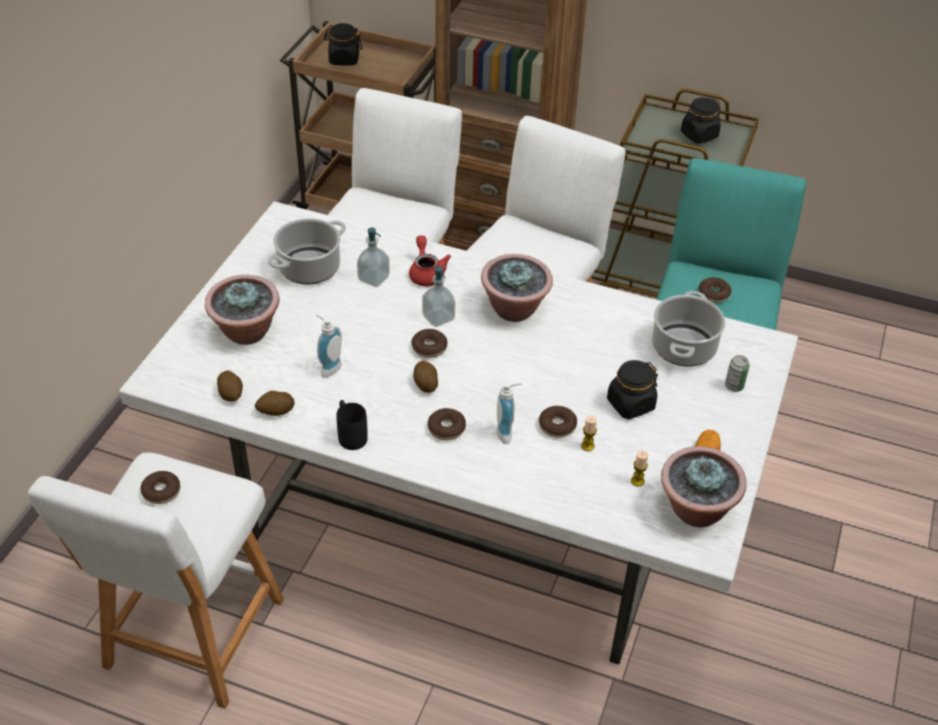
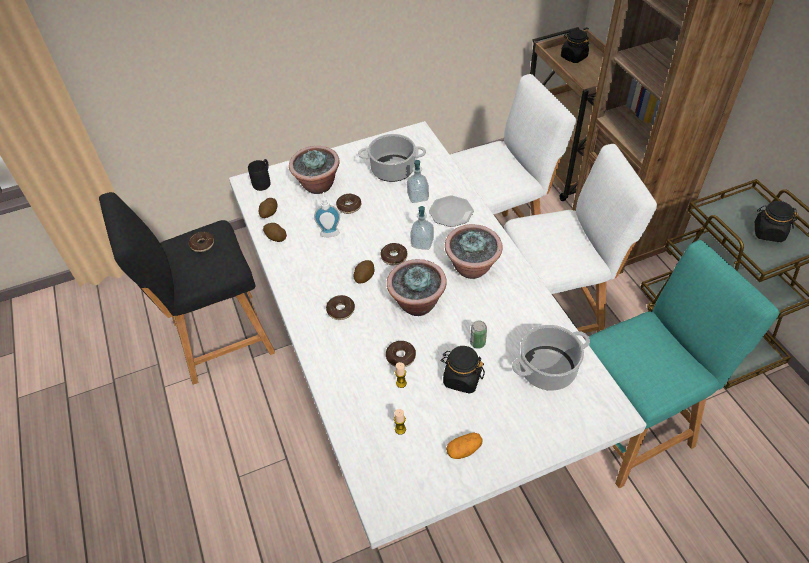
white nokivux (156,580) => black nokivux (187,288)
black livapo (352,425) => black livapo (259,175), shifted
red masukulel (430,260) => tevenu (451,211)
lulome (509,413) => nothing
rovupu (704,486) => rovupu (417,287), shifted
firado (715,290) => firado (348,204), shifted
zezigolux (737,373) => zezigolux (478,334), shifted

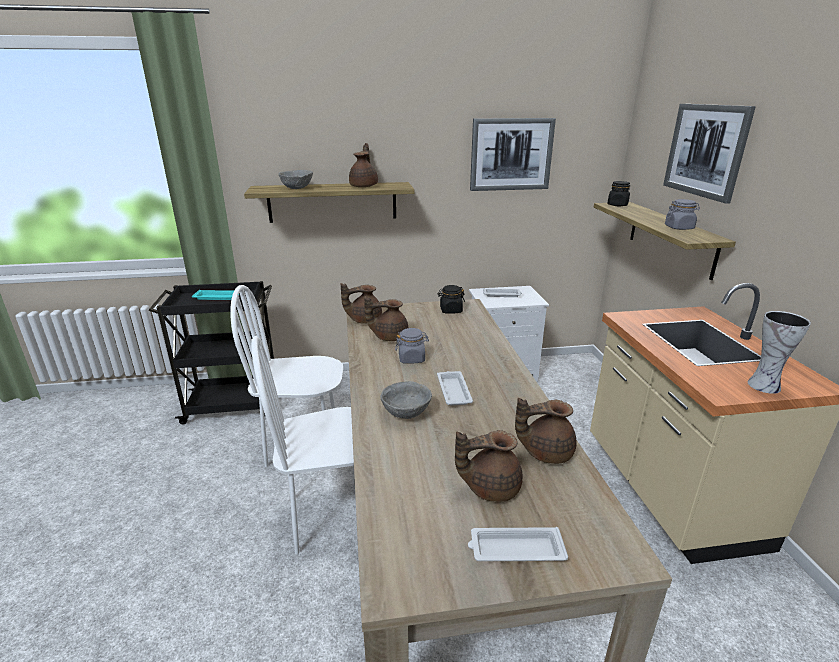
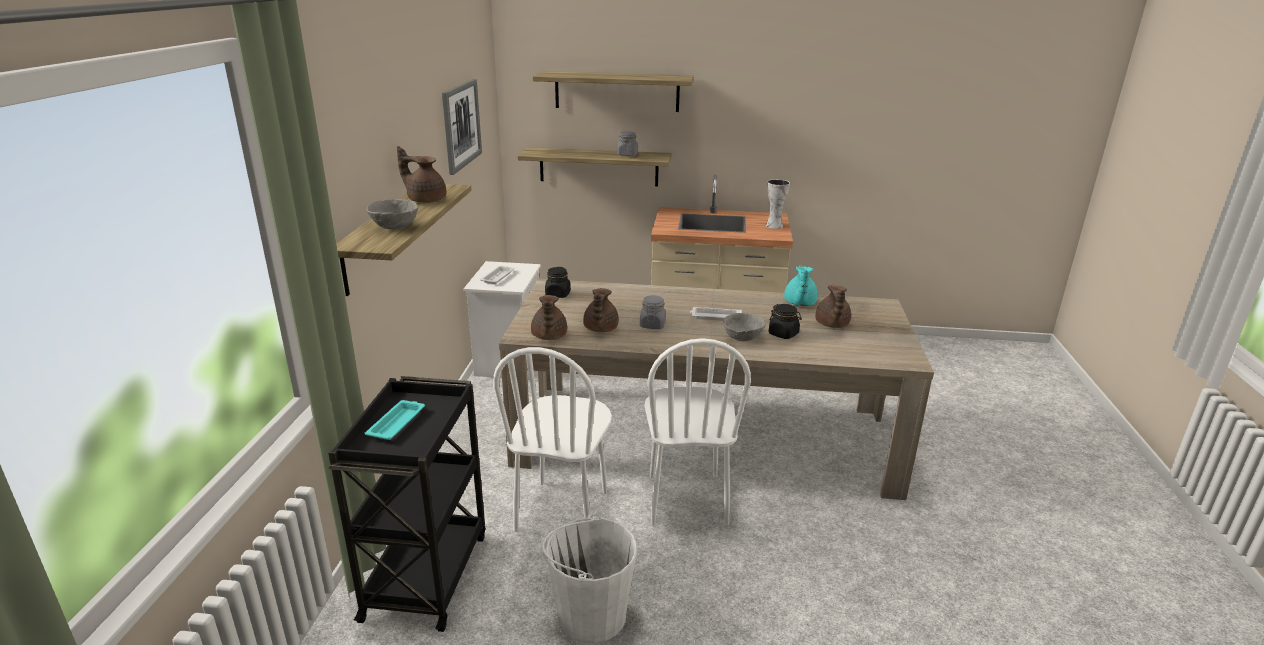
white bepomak (518,544) => nothing
brown masukulel (546,431) => turquoise masukulel (801,286)
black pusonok (618,193) => black pusonok (785,321), shifted
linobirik (709,154) => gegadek (613,91)
nothing => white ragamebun (589,579)

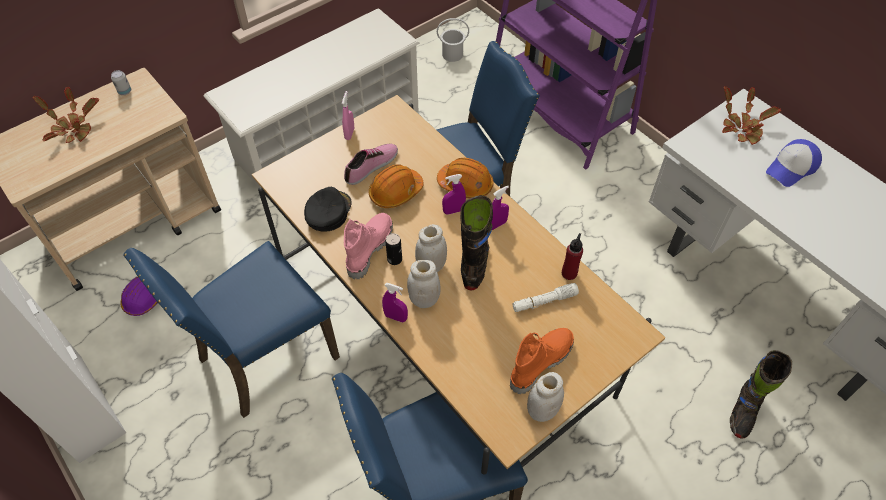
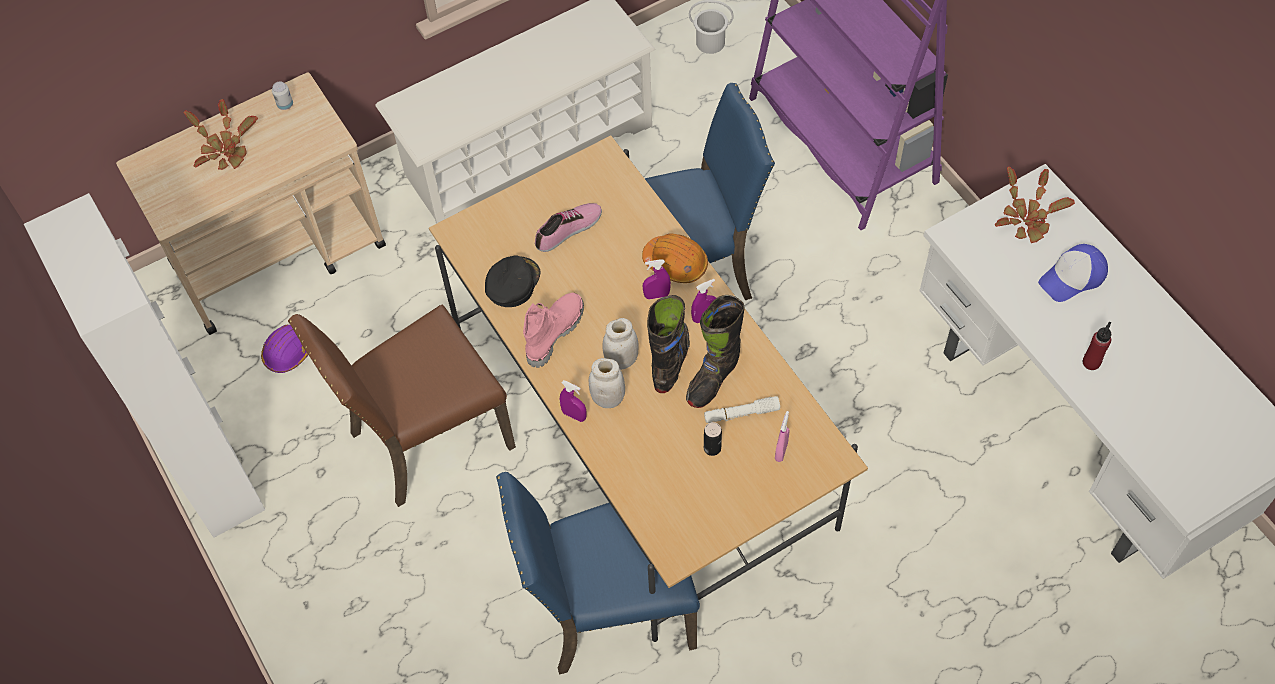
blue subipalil (231,329) => brown subipalil (402,406)
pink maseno (348,115) => pink maseno (782,436), shifted
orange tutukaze (396,186) => nothing
zezigolux (393,249) => zezigolux (713,439), shifted
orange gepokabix (542,361) => nothing
white pusonok (545,397) => nothing
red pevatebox (572,256) => red pevatebox (1097,346), shifted
black gepokabix (761,394) => black gepokabix (715,351), shifted

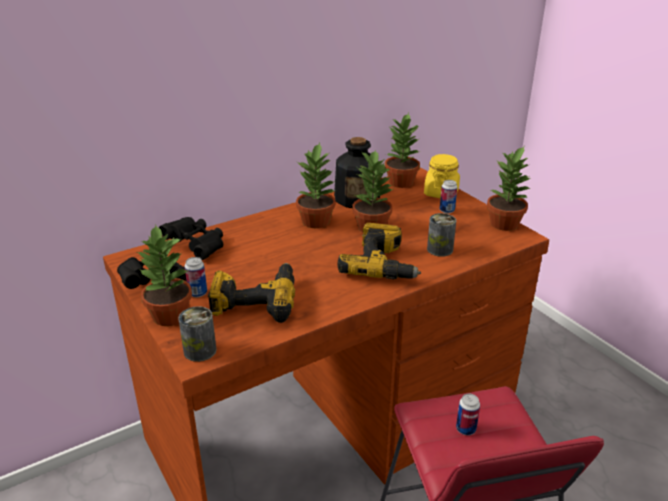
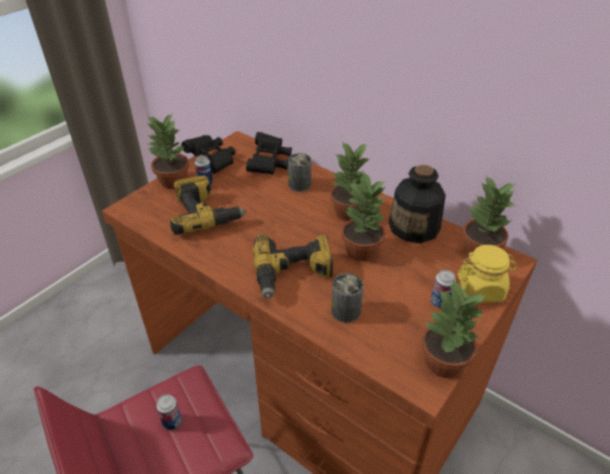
zezigolux (198,334) => zezigolux (299,172), shifted

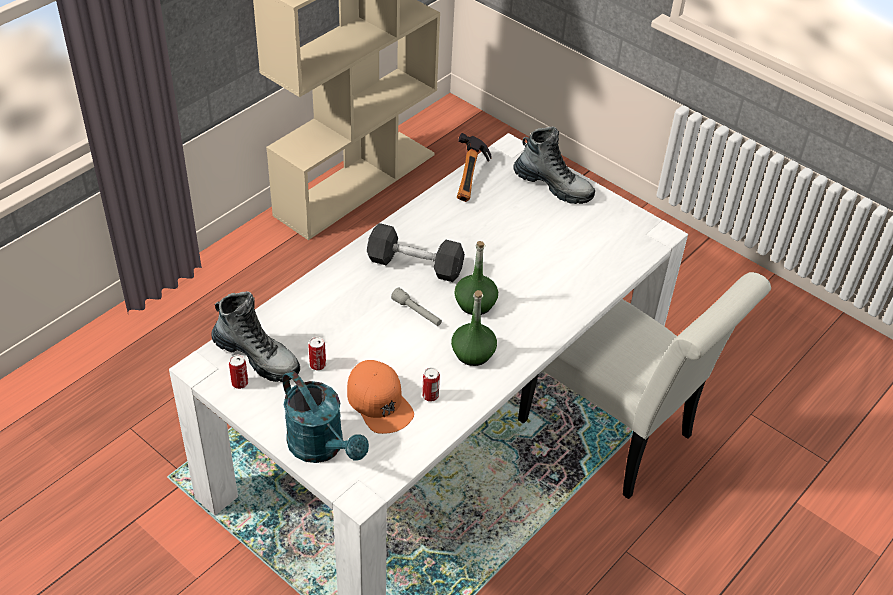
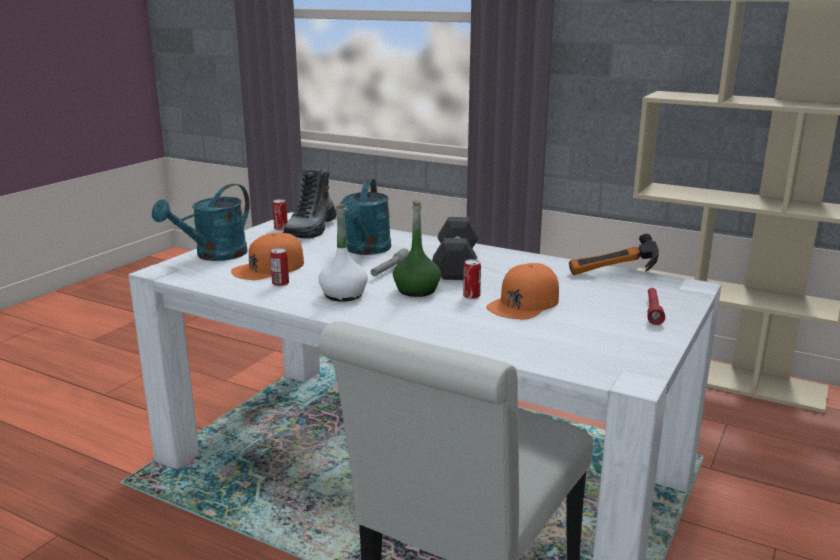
zezigolux (317,354) => zezigolux (472,279), shifted
green pevatebox (474,328) => white pevatebox (343,253)
gepokabix (554,165) => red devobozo (656,306)
nothing => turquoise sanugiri (365,217)
nothing => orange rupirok (522,291)

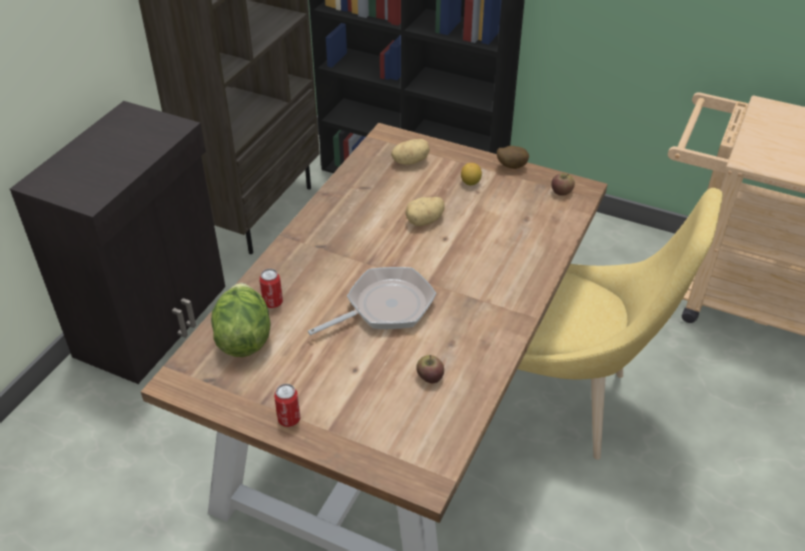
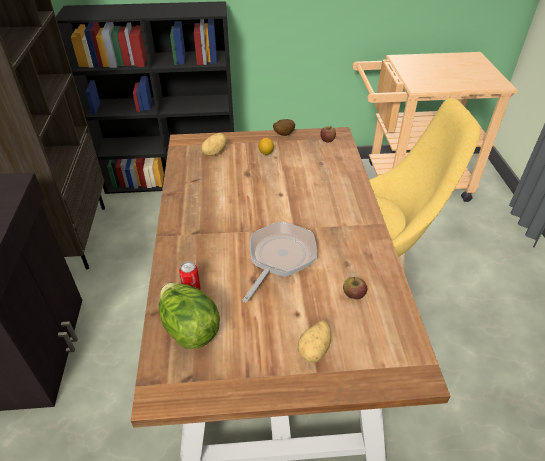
zezigolux (287,405) => nothing
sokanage (425,211) => sokanage (314,341), shifted

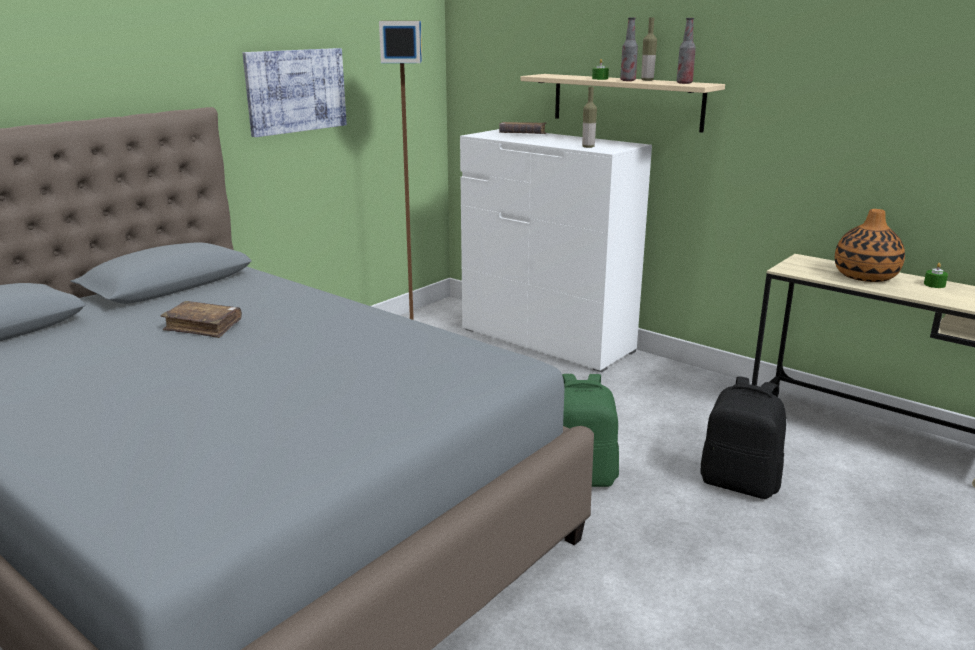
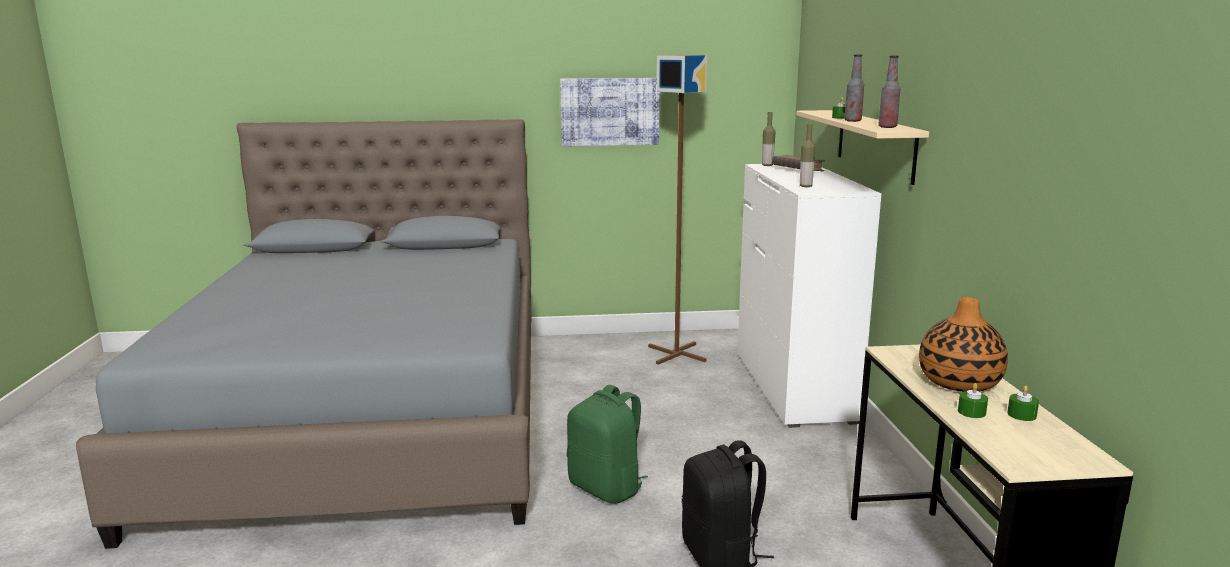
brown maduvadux (201,319) => nothing
pevatebox (649,49) => pevatebox (769,139), shifted
nothing => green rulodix (973,400)

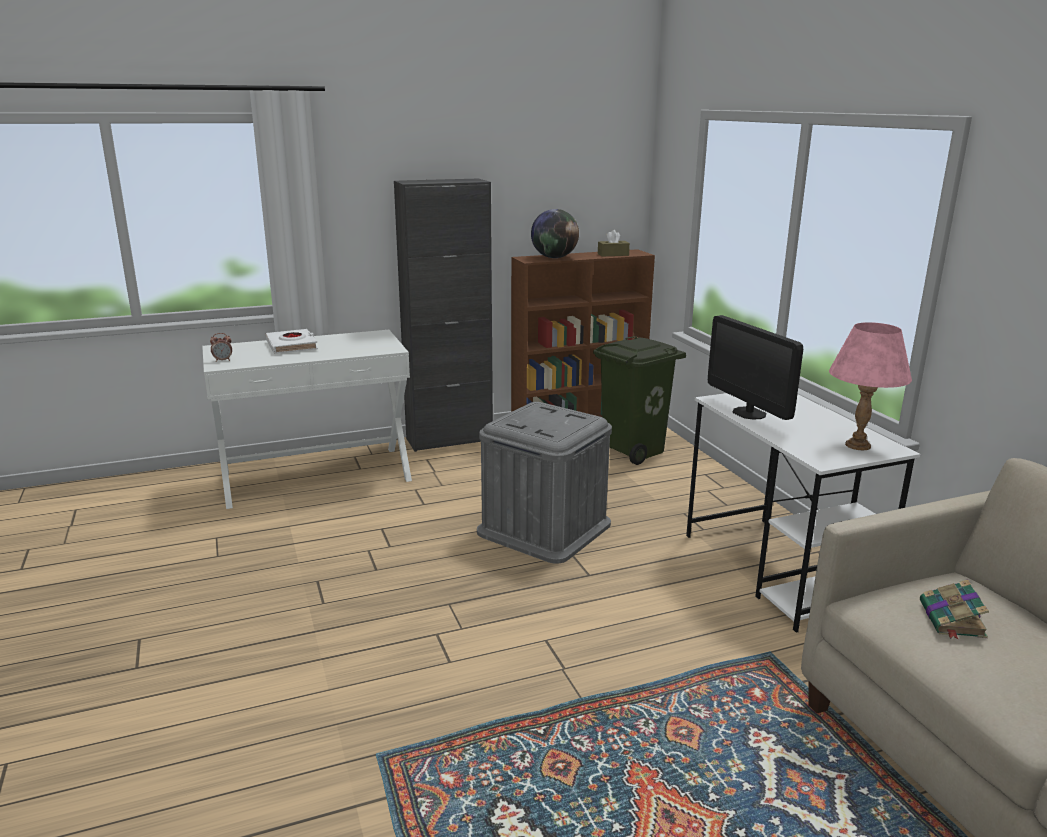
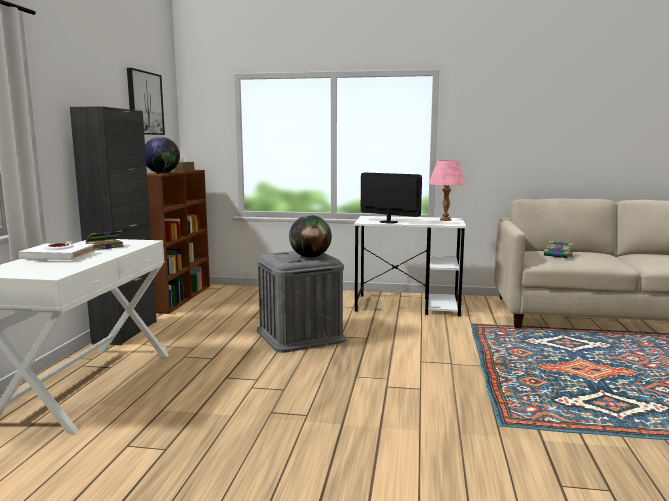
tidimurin (221,347) => nothing
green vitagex (639,400) => nothing
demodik (755,367) => demodik (391,198), 150 degrees counterclockwise
nothing => maduvadux (105,240)
nothing => linobirik (146,101)
nothing => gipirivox (310,236)

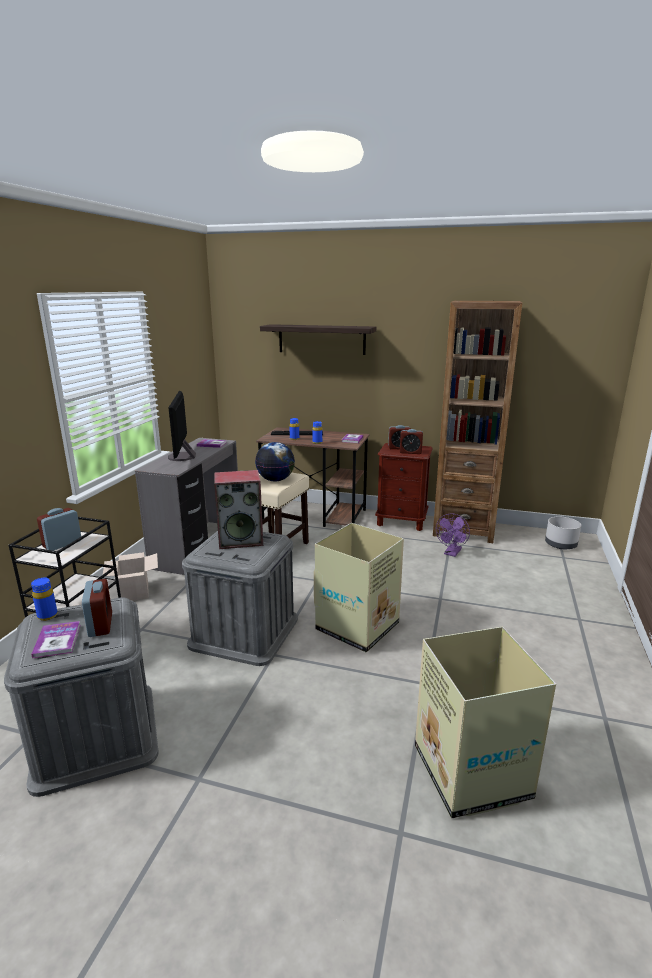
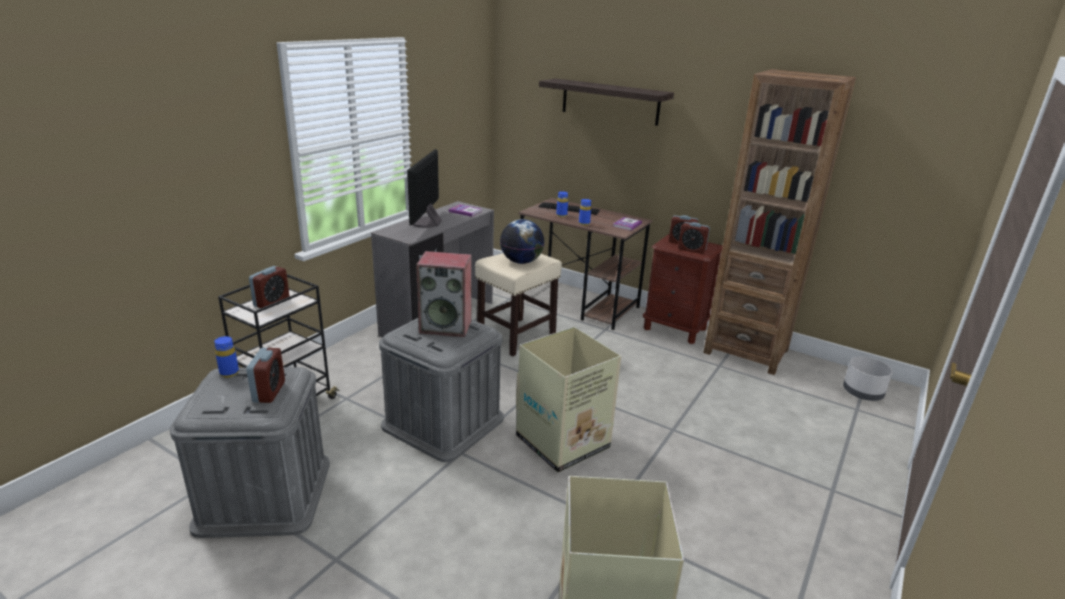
maduvadux (55,639) => nothing
tidimurin (59,529) => tidimurin (269,287), 150 degrees clockwise
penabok (130,576) => nothing
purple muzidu (453,535) => nothing

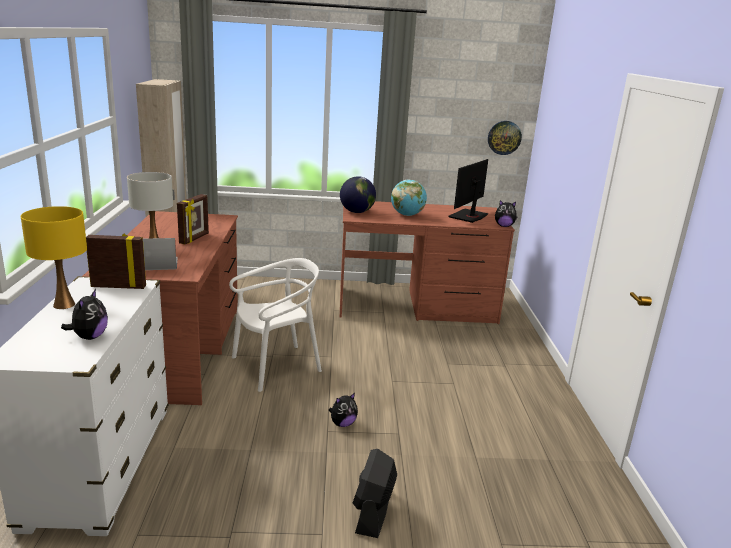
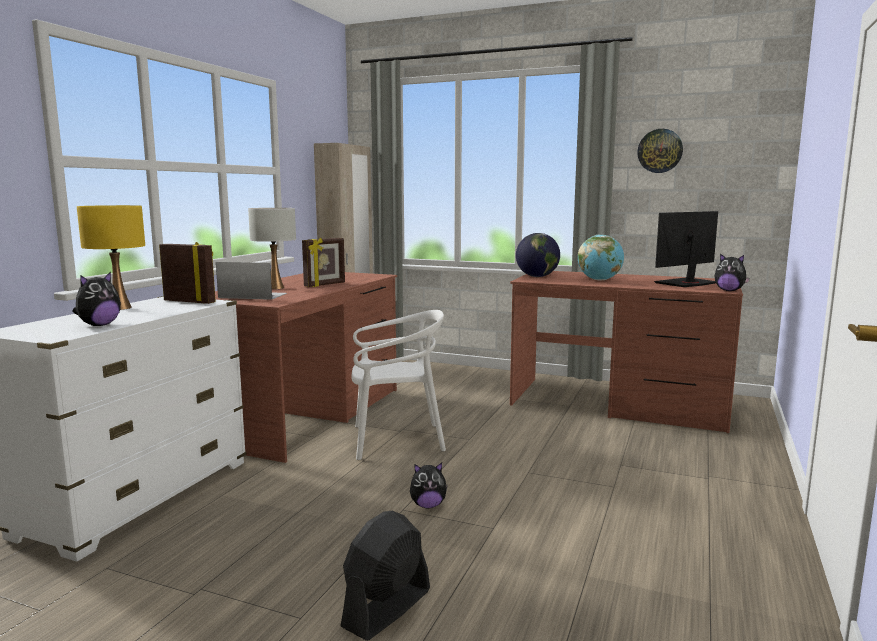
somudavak (505,138) => somudavak (660,151), shifted

